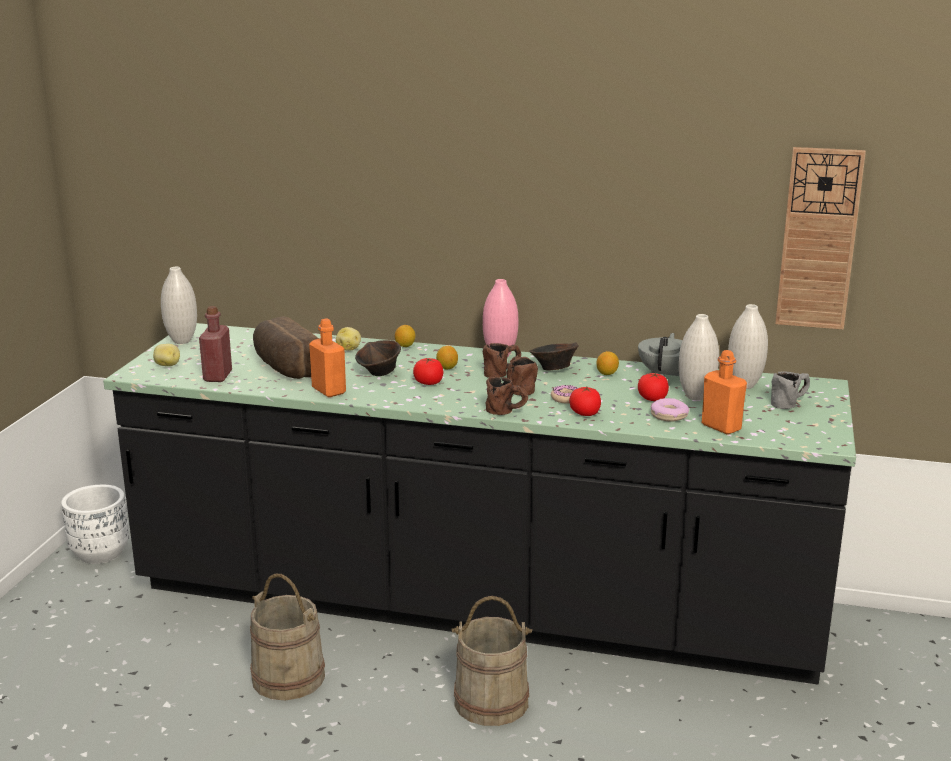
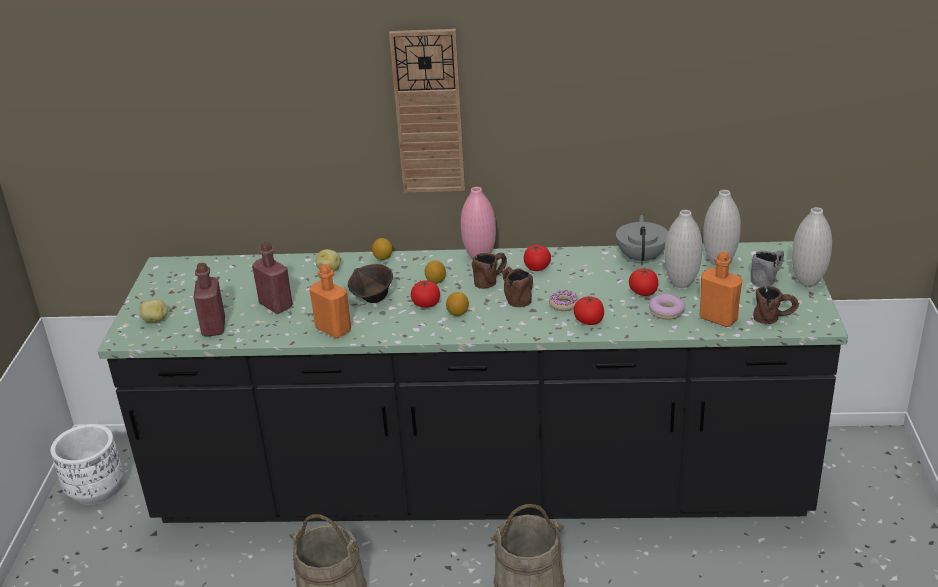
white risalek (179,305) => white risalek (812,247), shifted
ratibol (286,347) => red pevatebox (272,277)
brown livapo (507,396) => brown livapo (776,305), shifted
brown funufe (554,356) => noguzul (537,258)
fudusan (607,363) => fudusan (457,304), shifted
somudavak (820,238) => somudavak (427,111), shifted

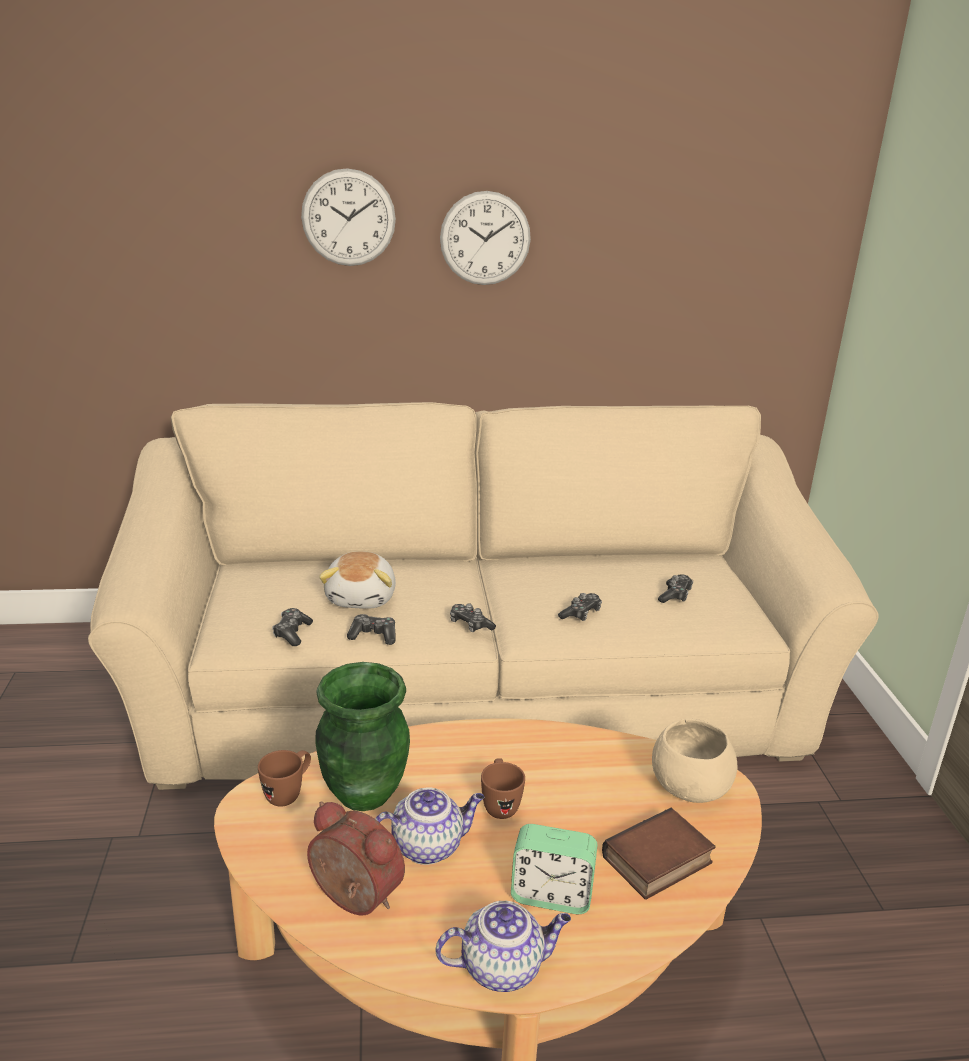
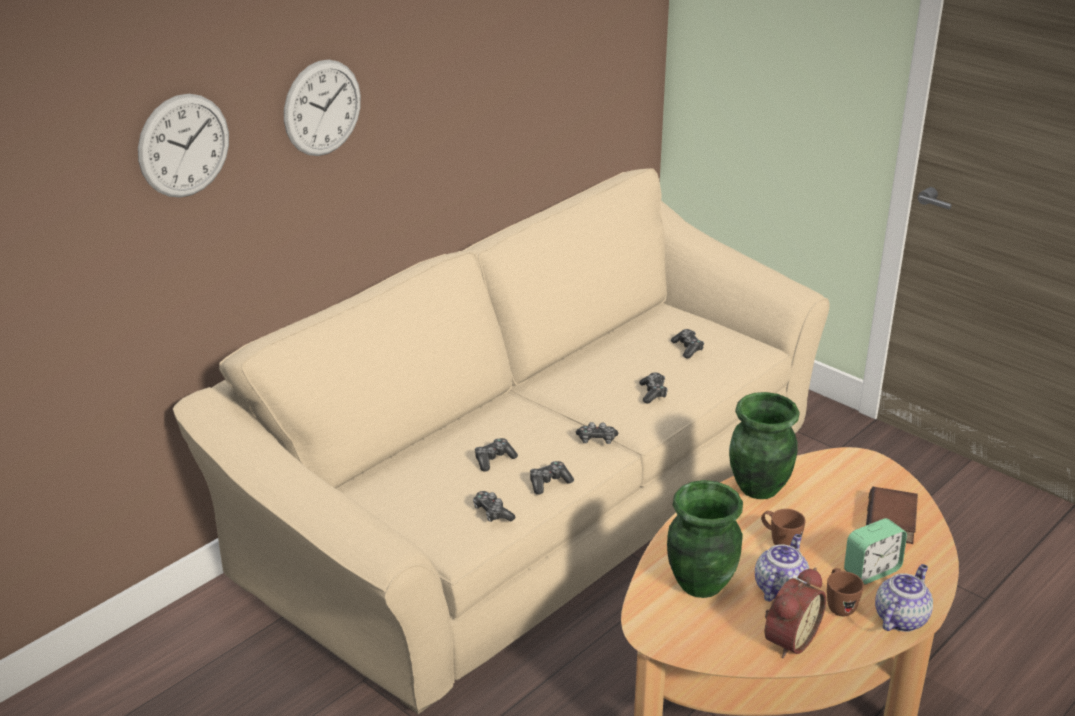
brown livapo (284,778) => brown livapo (845,592), shifted
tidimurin (356,858) => tidimurin (795,613), 135 degrees clockwise
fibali (357,580) => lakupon (496,455)
somudavak (485,238) => somudavak (183,146), shifted
beige funufe (694,760) => nothing
nothing => green risalek (764,445)

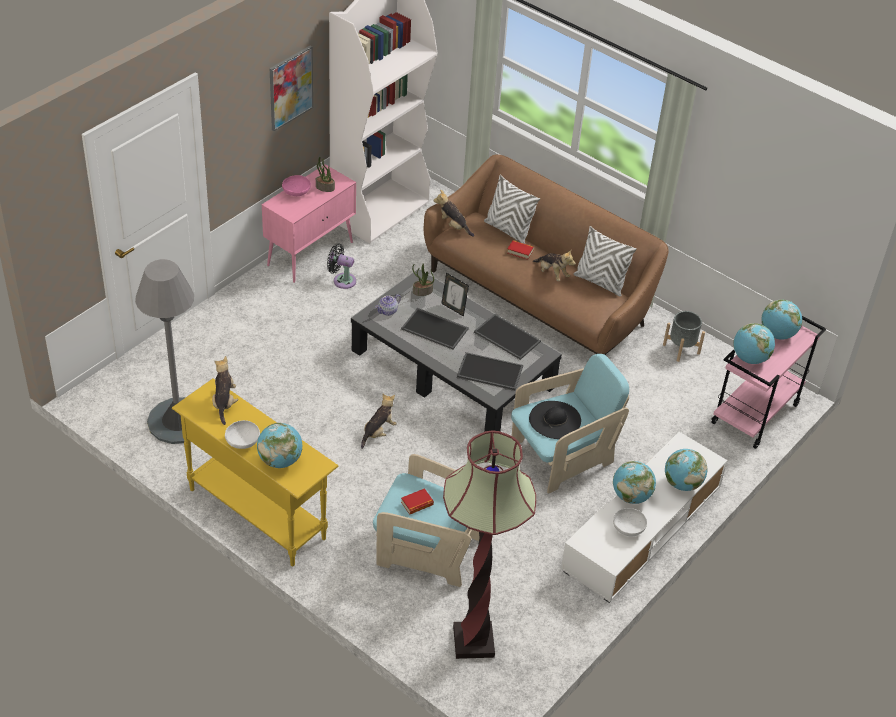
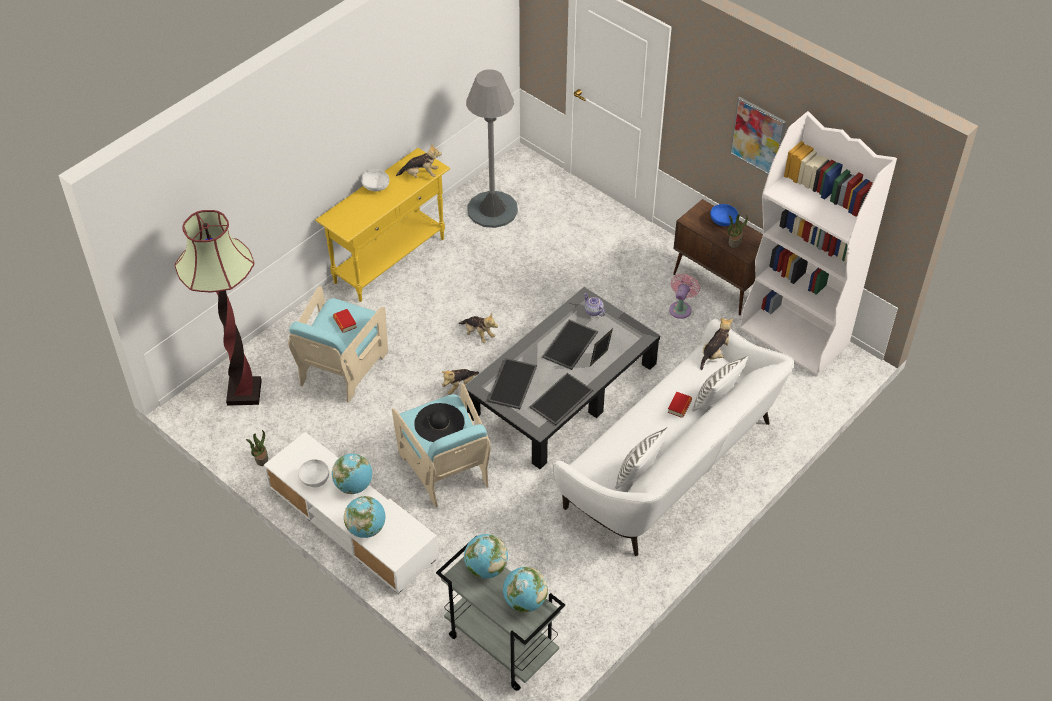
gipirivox (279,445) => nothing
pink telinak (309,223) => brown telinak (718,257)
pink funufe (296,185) => blue funufe (724,215)
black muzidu (341,266) => pink muzidu (684,296)
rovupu (423,279) => rovupu (257,448), shifted
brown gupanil (546,254) => white gupanil (673,437)
fibali (554,265) => fibali (460,382), shifted
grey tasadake (684,336) => nothing
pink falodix (768,382) => grey falodix (500,613)

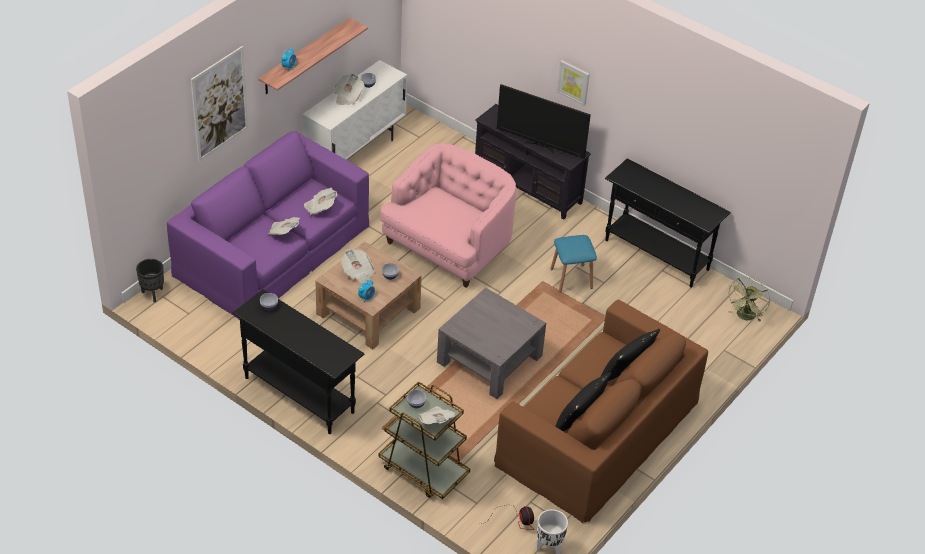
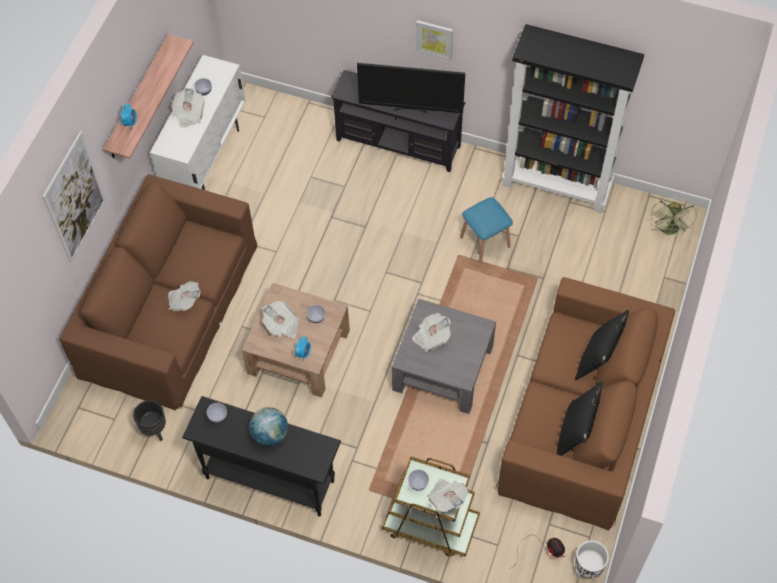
black tasadake (150,280) => black tasadake (149,420), shifted
purple gupanil (268,225) => brown gupanil (158,292)
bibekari (321,201) => bibekari (431,332), shifted
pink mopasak (448,215) => nothing
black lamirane (668,223) => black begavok (572,118)
nothing => gipirivox (268,426)

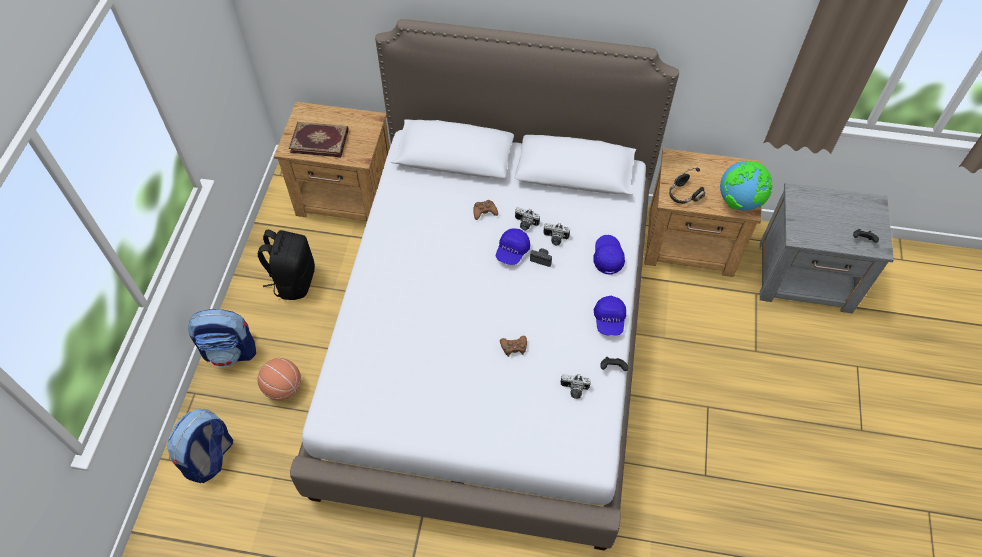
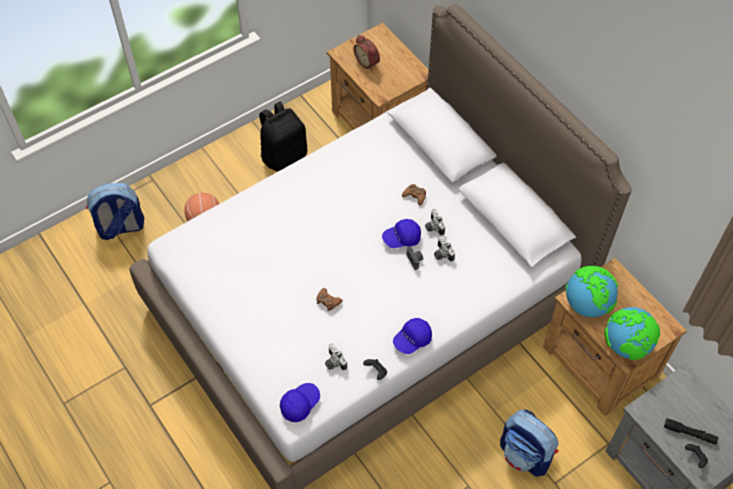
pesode (222,338) => pesode (529,443), shifted
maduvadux (319,139) => tidimurin (366,52)
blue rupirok (609,255) => blue rupirok (300,402), shifted
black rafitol (687,186) => gipirivox (592,291)
nothing => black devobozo (691,431)

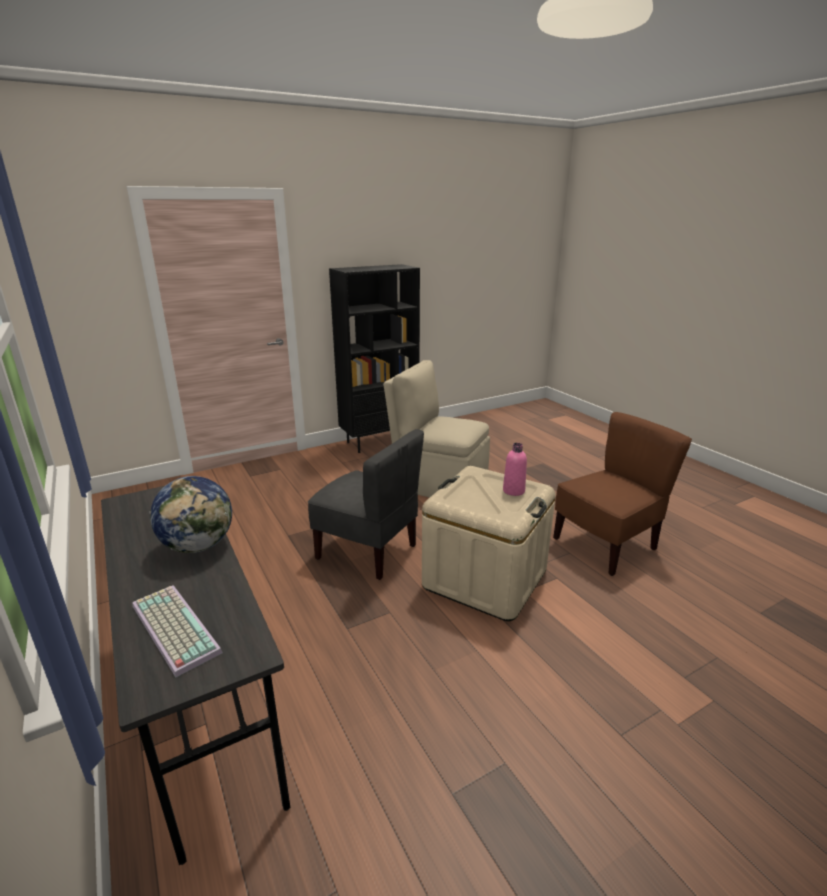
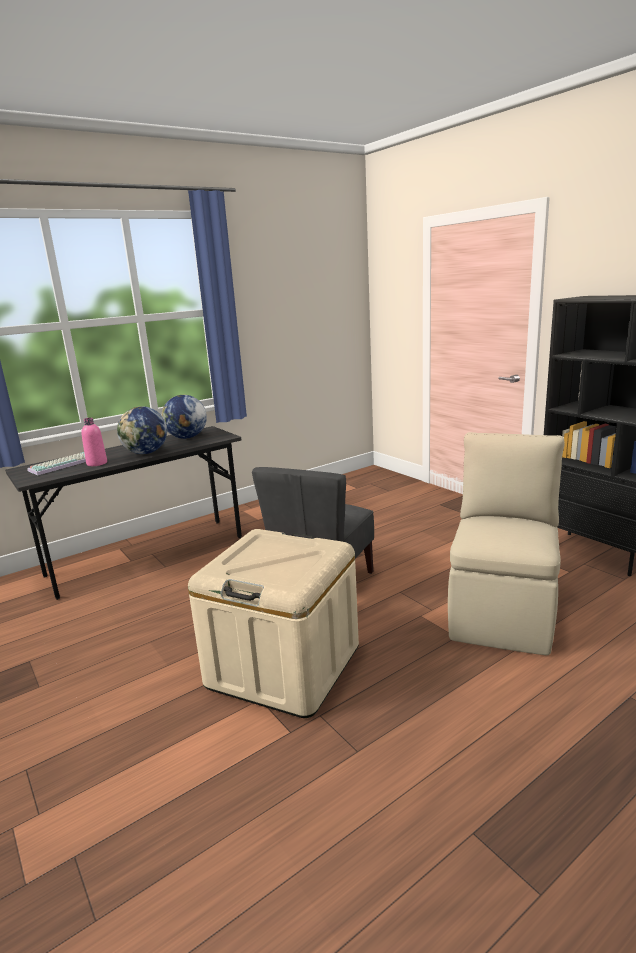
pink pevatebox (515,469) => pink pevatebox (94,442), shifted
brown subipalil (622,494) => nothing
nothing => gipirivox (184,417)

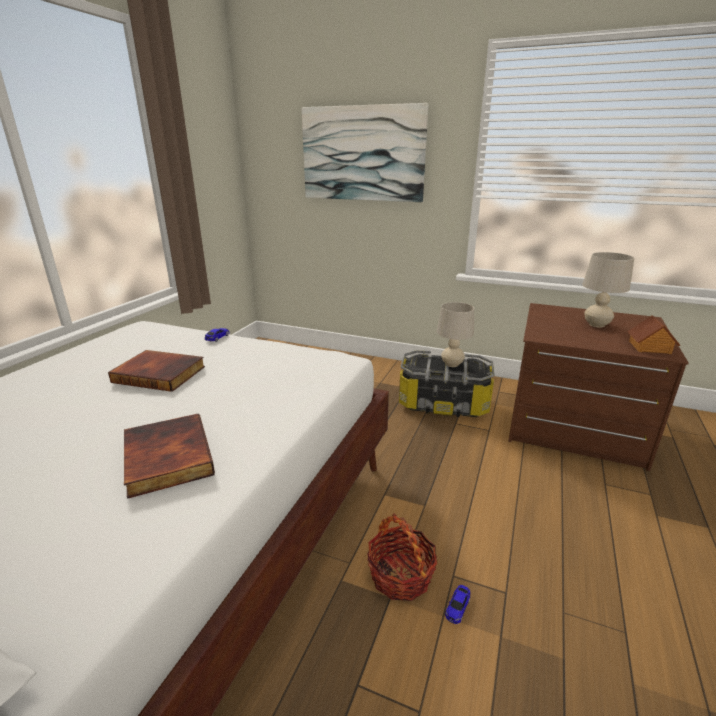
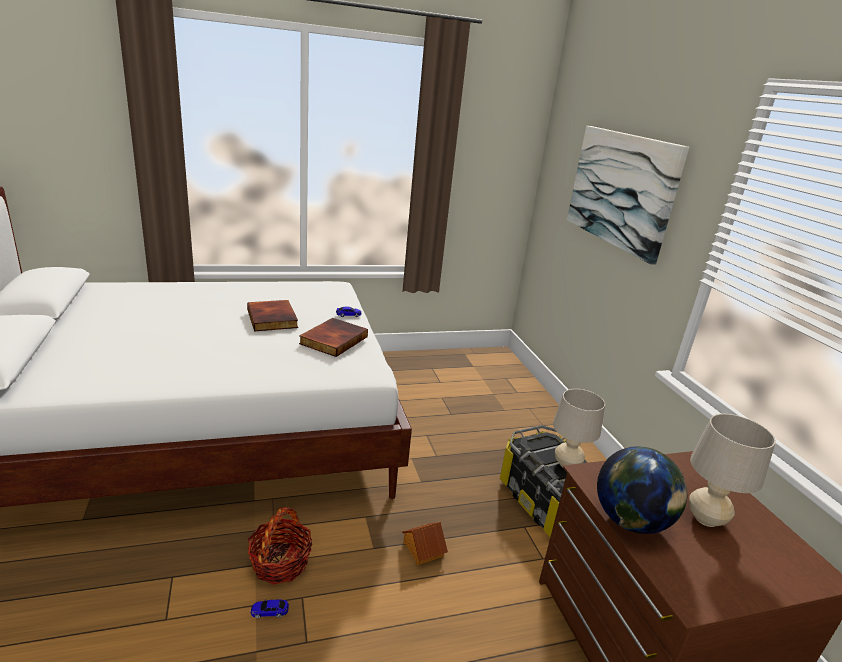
maduvadux (169,456) => maduvadux (333,337), shifted
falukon (653,334) => falukon (425,543), shifted
nothing => gipirivox (642,490)

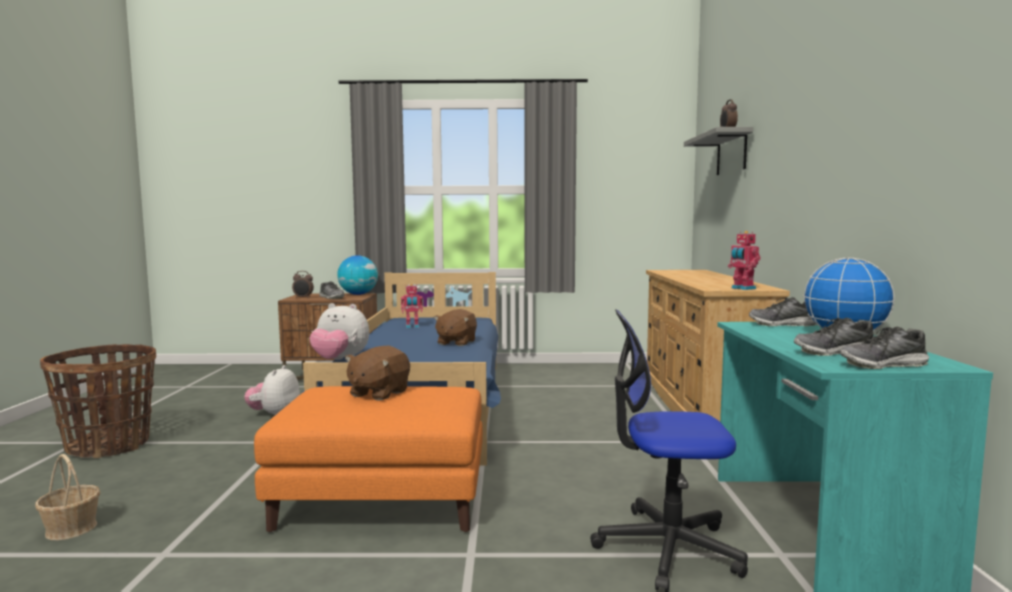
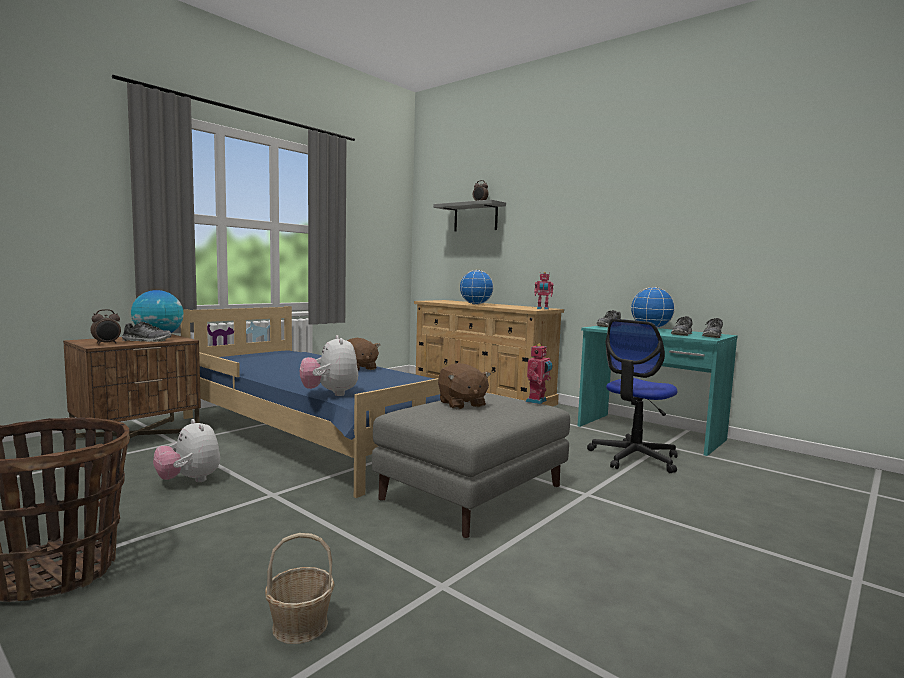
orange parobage (368,459) => grey parobage (471,465)
fibali (339,331) => fibali (329,365), 105 degrees clockwise
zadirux (412,306) => zadirux (539,374), shifted
nothing => gipirivox (476,287)

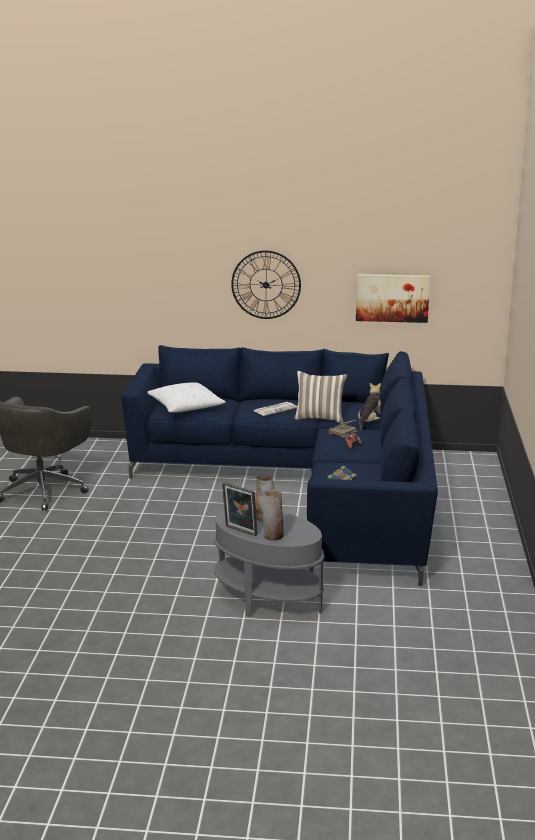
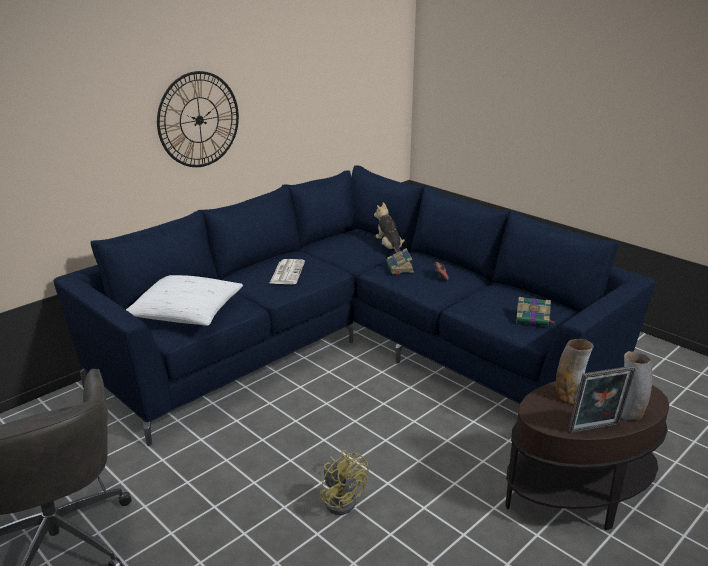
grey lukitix (269,564) => brown lukitix (587,455)
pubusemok (321,397) => nothing
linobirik (393,298) => nothing
nothing => yellow muzidu (344,482)

